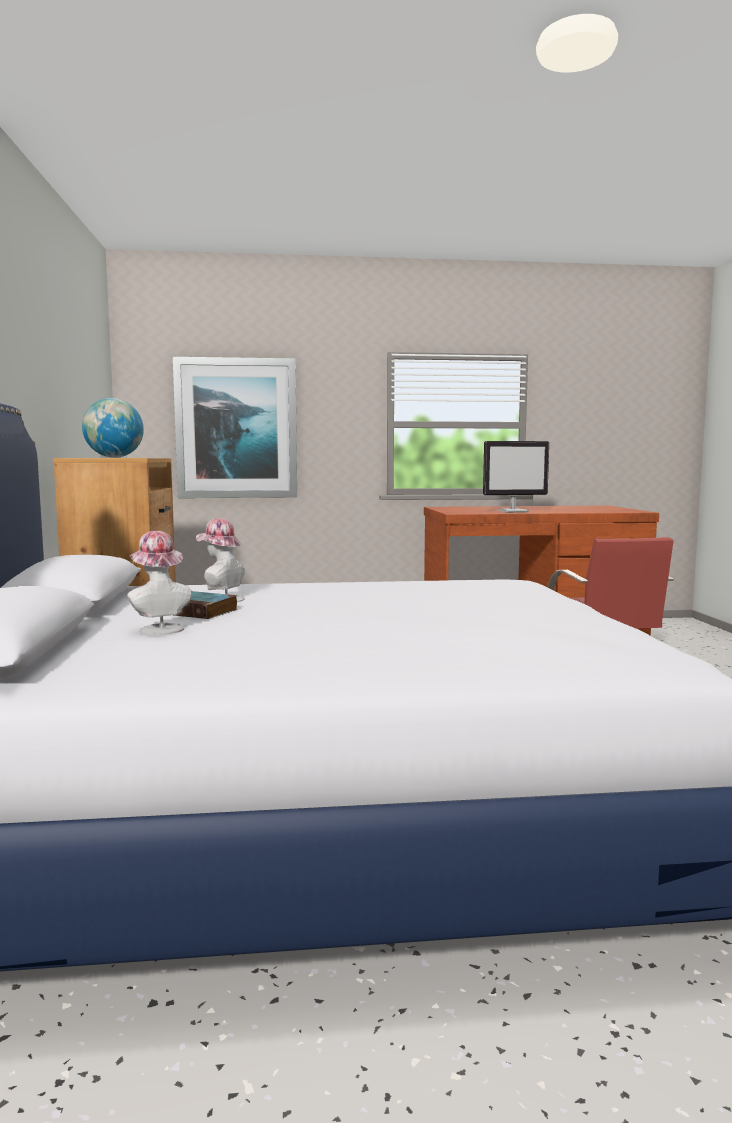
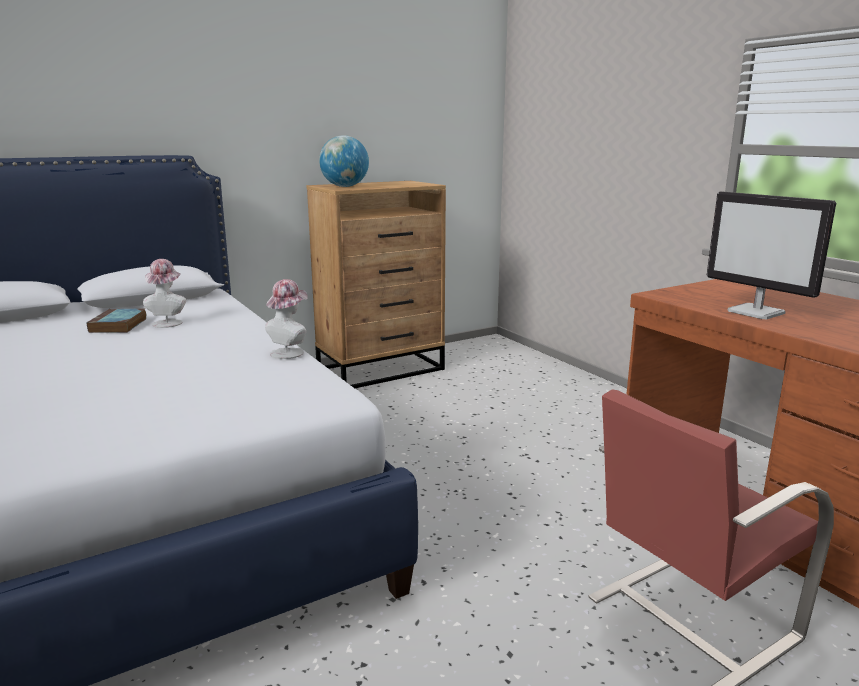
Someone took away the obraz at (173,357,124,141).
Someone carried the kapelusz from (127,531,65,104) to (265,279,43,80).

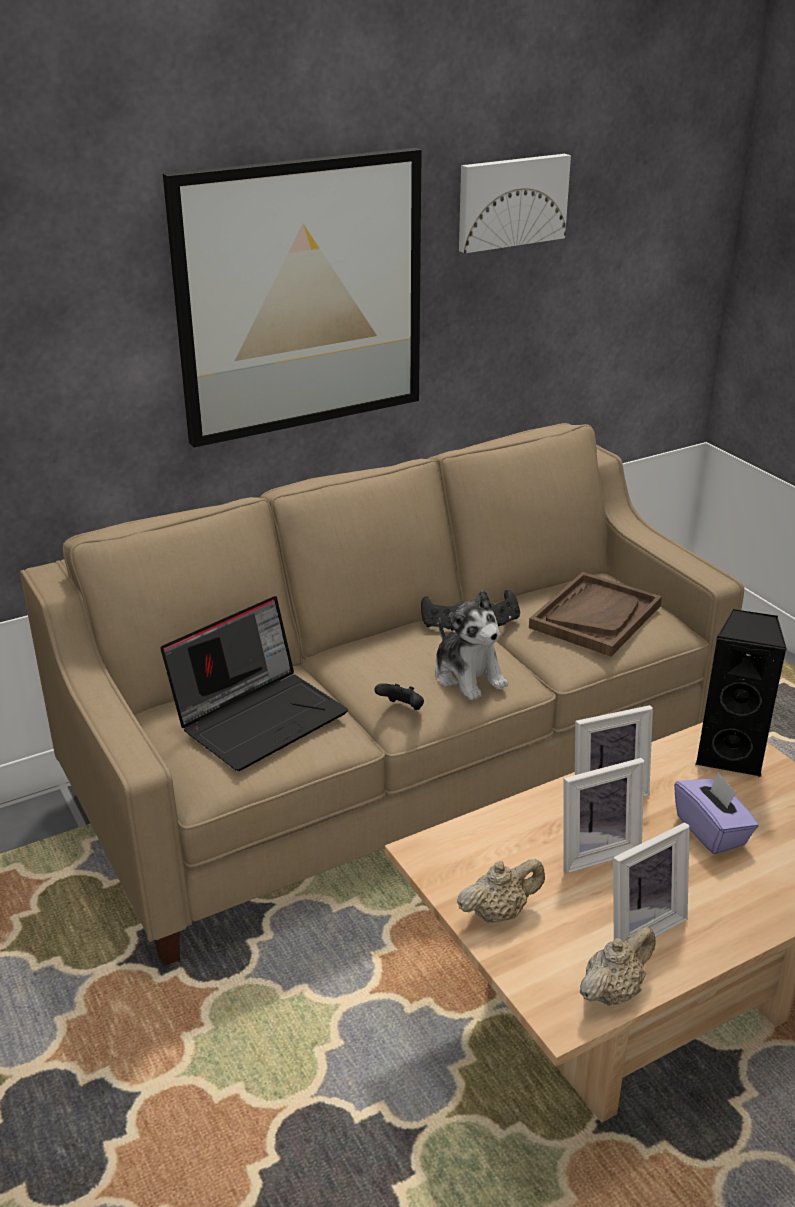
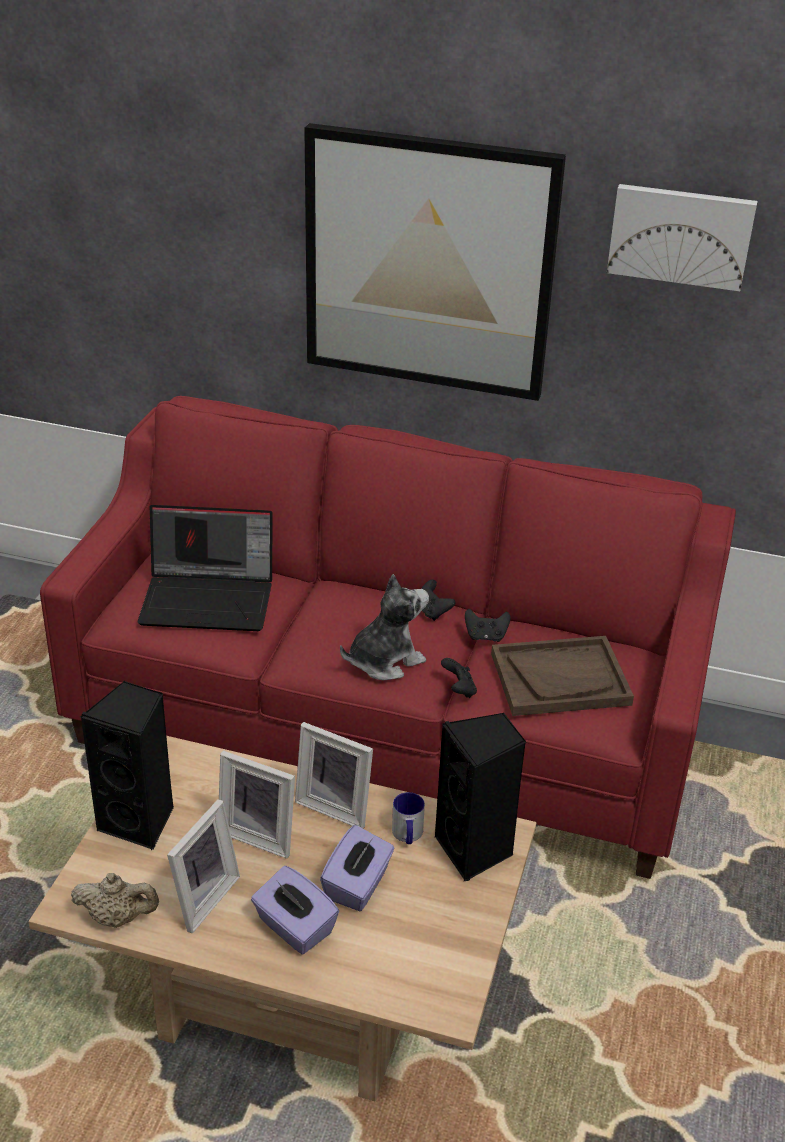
Someone put down the pudełko chusteczek (fioletowy) at (251,866,88,88).
Someone put down the kubek at (392,792,33,52).
Someone carried the pad do gier (czarny) from (374,683,50,27) to (441,658,36,40).
Someone swapped the imbryk (beżowy) at (457,859,88,64) for the głośnik (czarny) at (80,681,94,169).
Someone repainted the kanapa (beżowy) at (20,423,724,543), which became the kanapa (czerwony) at (40,396,696,483).
Someone rotated the pluszak at (435,590,73,110) by 135 degrees counterclockwise.
Someone rotated the ramka na zdjęcie at (613,822,77,120) by 75 degrees counterclockwise.

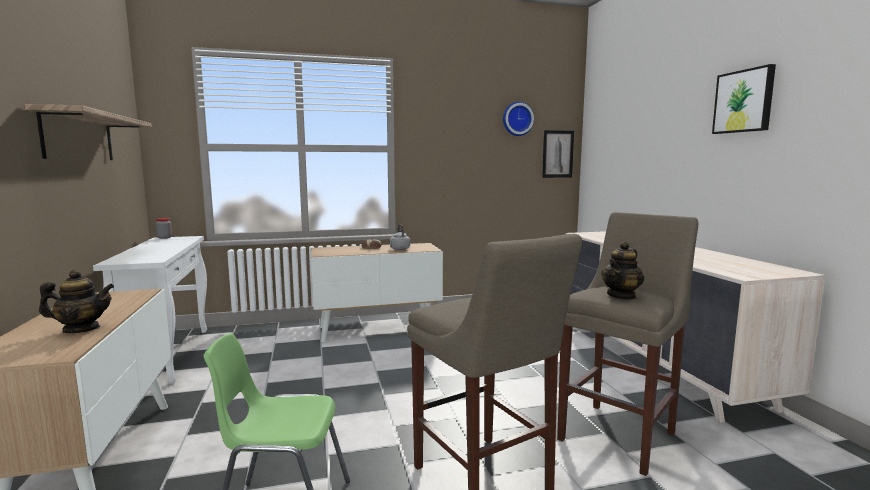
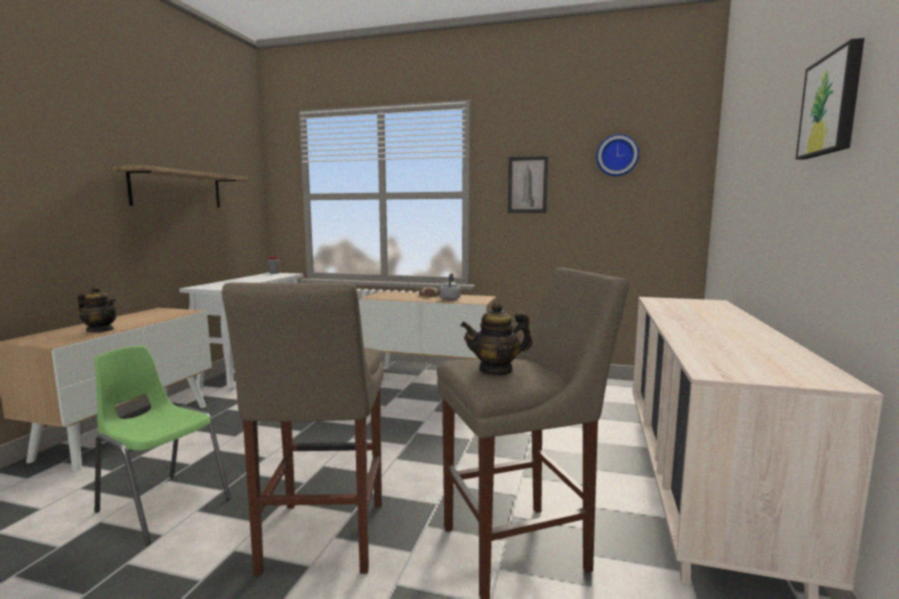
Someone carried the obraz from (542,130,32,48) to (508,156,40,57).

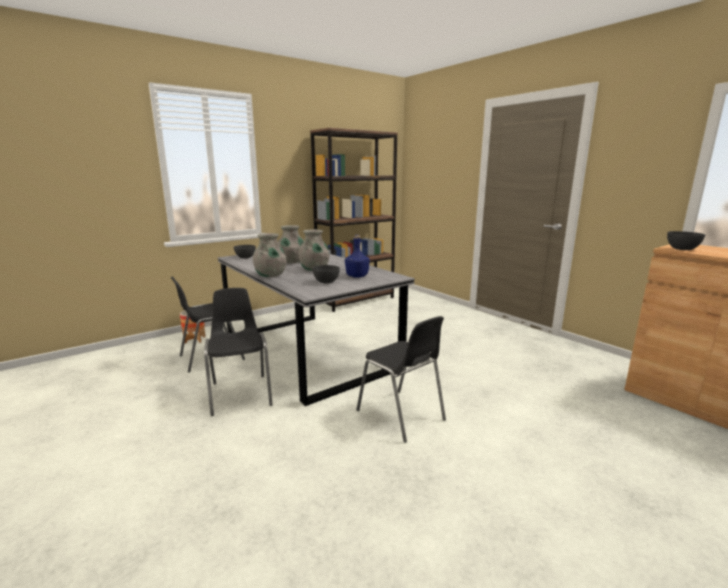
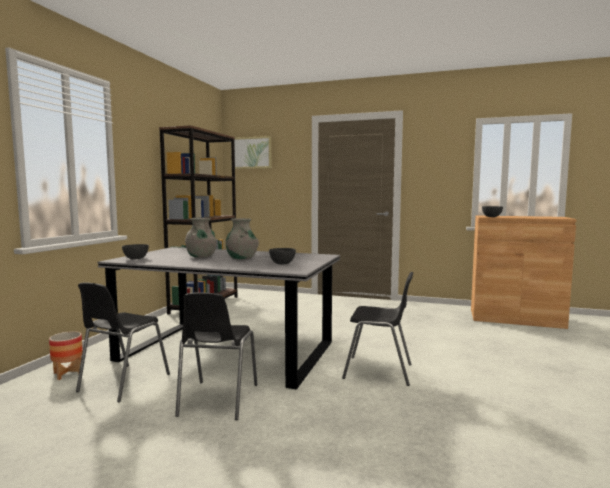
Someone took away the wazon (szary) at (253,233,34,44).
Someone took away the butelka (niebieski) at (345,235,25,43).
Someone put up the obraz at (231,136,41,33).
Someone rotated the krzesło (czarny) at (204,288,69,128) by 120 degrees counterclockwise.

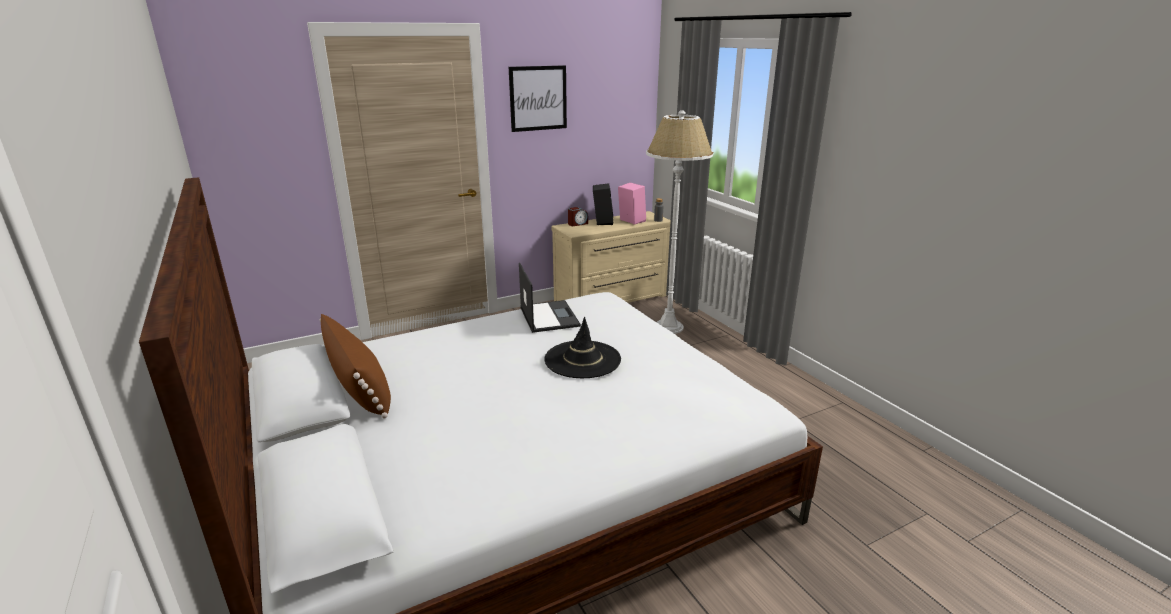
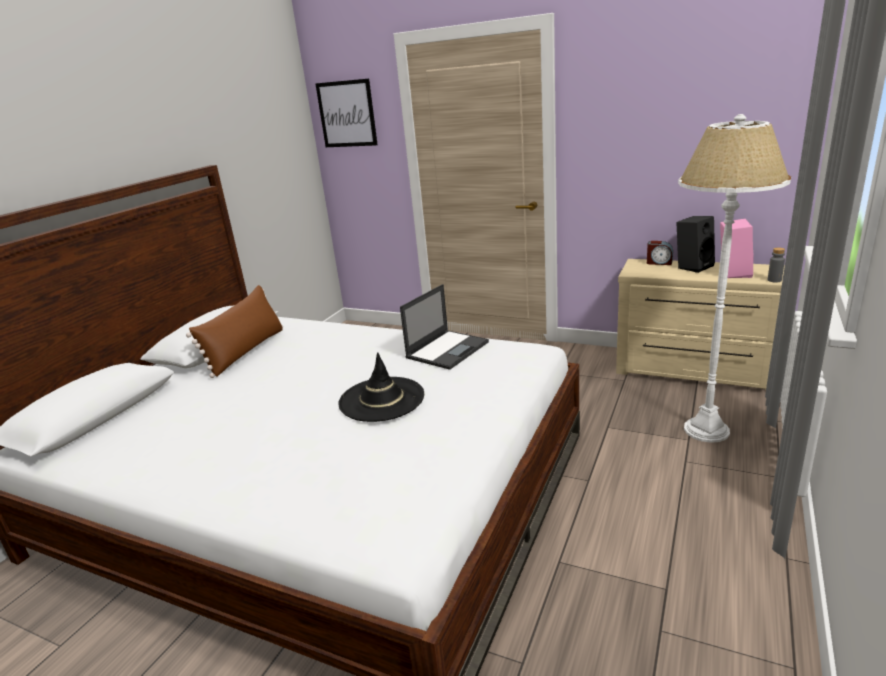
Someone carried the obraz from (509,65,58,67) to (315,79,63,68).

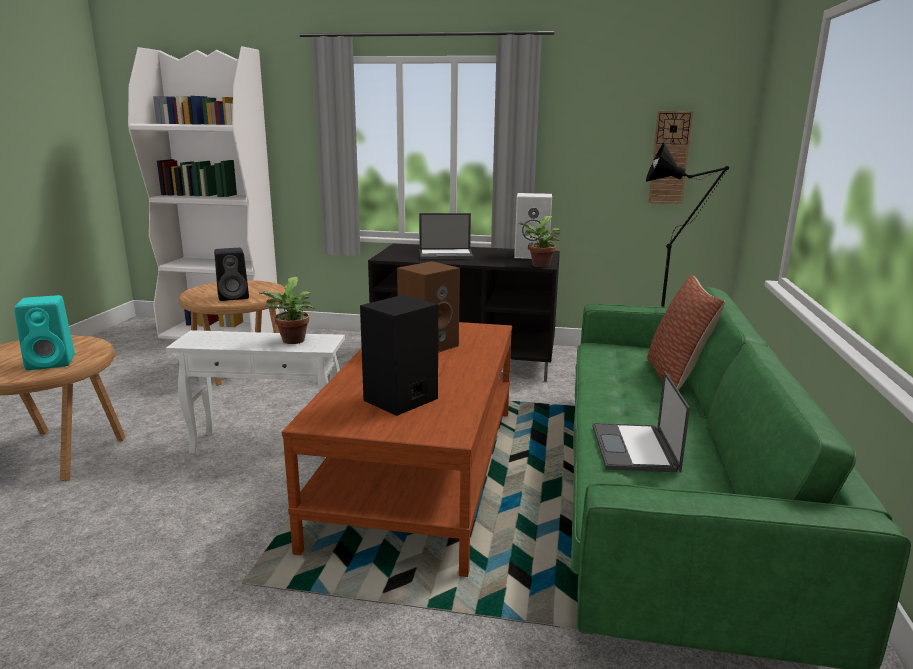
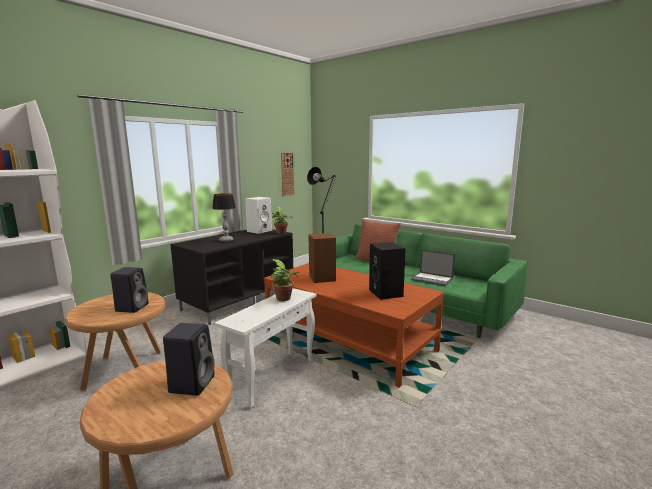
Someone swapped the laptop at (419,213,55,46) for the lampa stołowa at (212,193,24,49).
Someone repainted the głośnik (turkusowy) at (14,295,61,75), which became the głośnik (czarny) at (163,323,52,73).

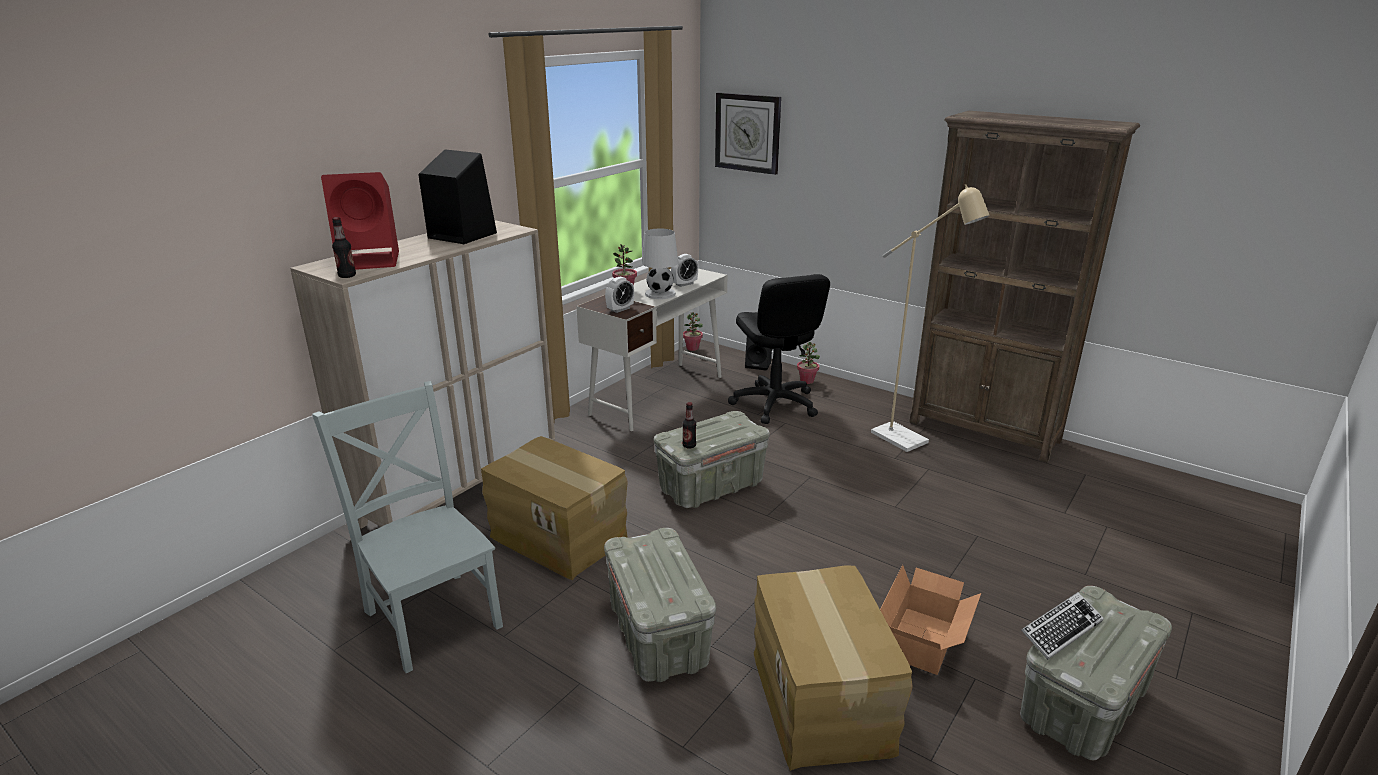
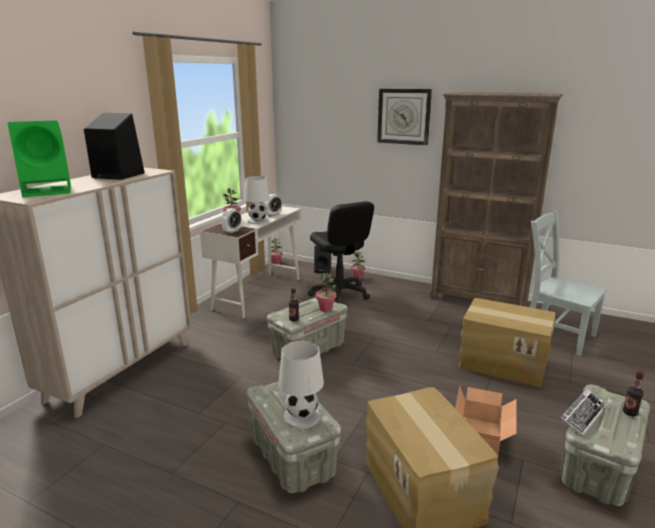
Someone took away the lampa stojąca (beżowy) at (871,184,119,268).
Someone put down the lampa stołowa (biały) at (279,341,45,88).
Someone put down the roślina doniczkowa at (316,273,20,39).
Someone carried the krzesło (szary) from (312,381,191,292) to (530,210,77,146).
Someone carried the butelka from (332,217,24,61) to (623,371,21,45).
Someone carried the karton from (481,436,147,144) to (458,298,97,90).
Someone carried the zegar ścienny from (715,92,66,83) to (377,88,55,57).
Someone repainted the głośnik (czerwony) at (321,172,78,98), which became the głośnik (zielony) at (8,120,63,77).

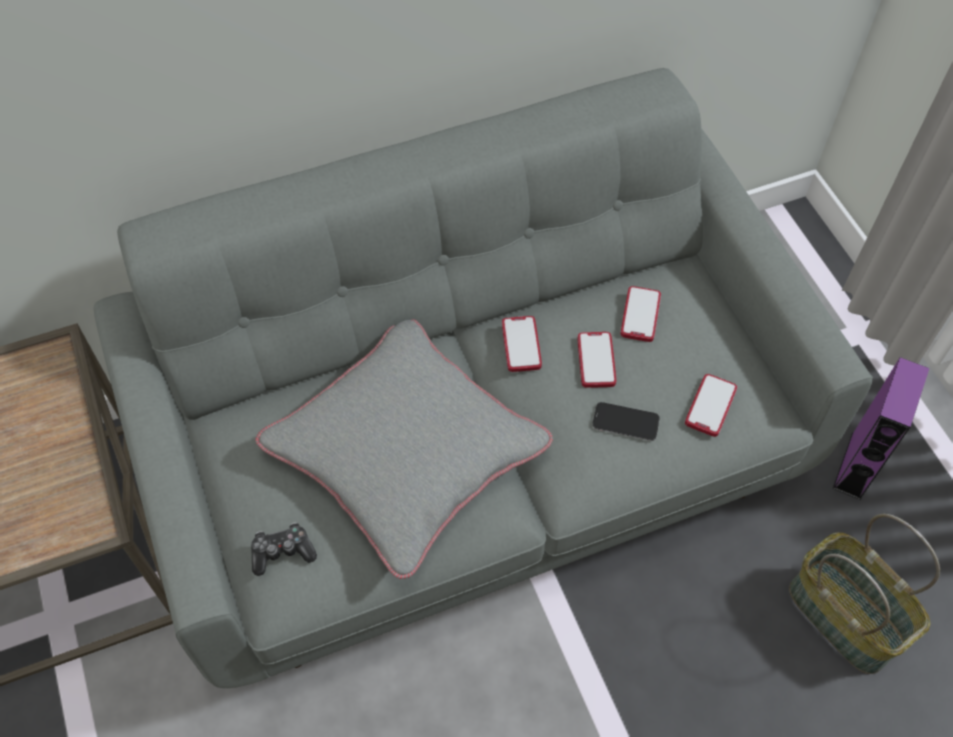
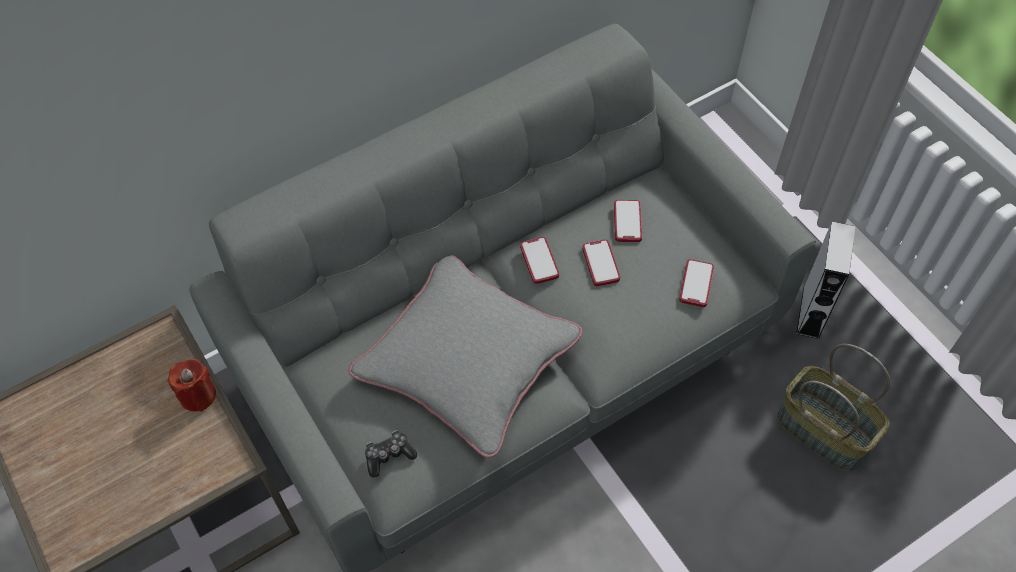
Someone took away the telefon at (592,402,68,39).
Someone put down the świeca (czerwony) at (168,359,48,53).
Someone repainted the głośnik (fioletowy) at (833,357,96,143), which became the głośnik (szary) at (796,221,59,118).

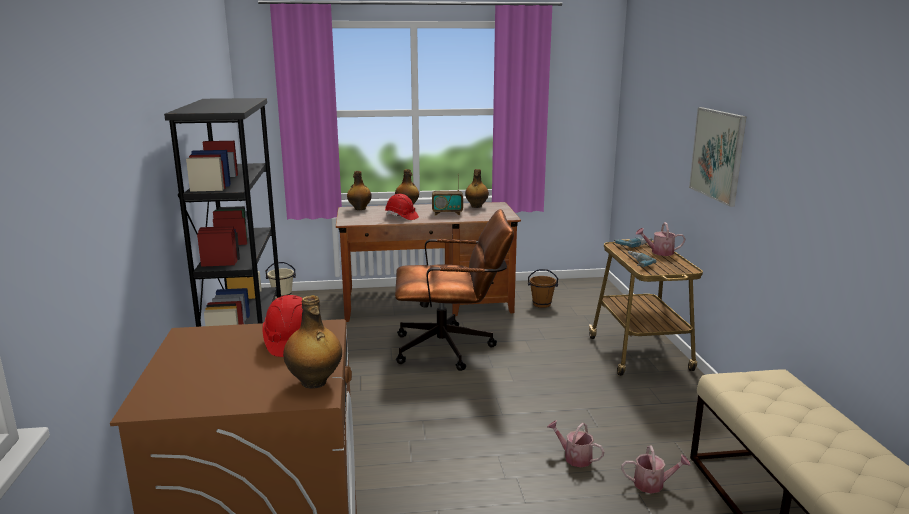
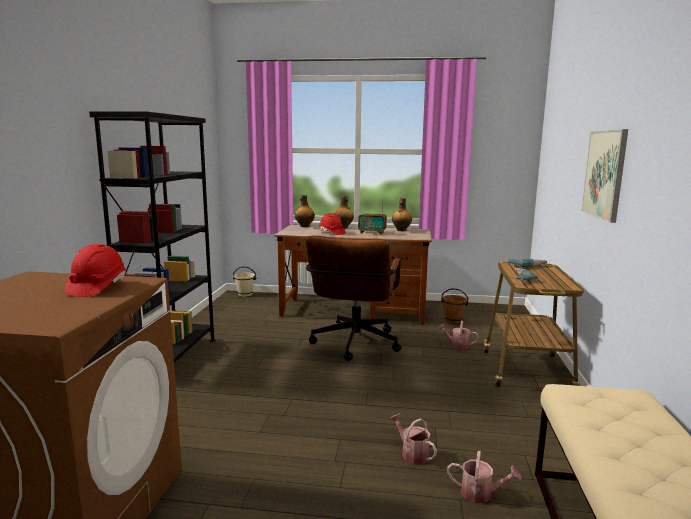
Someone took away the butelka at (283,295,59,94).
Someone carried the konewka from (636,222,50,34) to (437,321,42,28).
Someone rotated the krzesło biurowe (brązowy) at (395,209,119,162) by 90 degrees clockwise.

